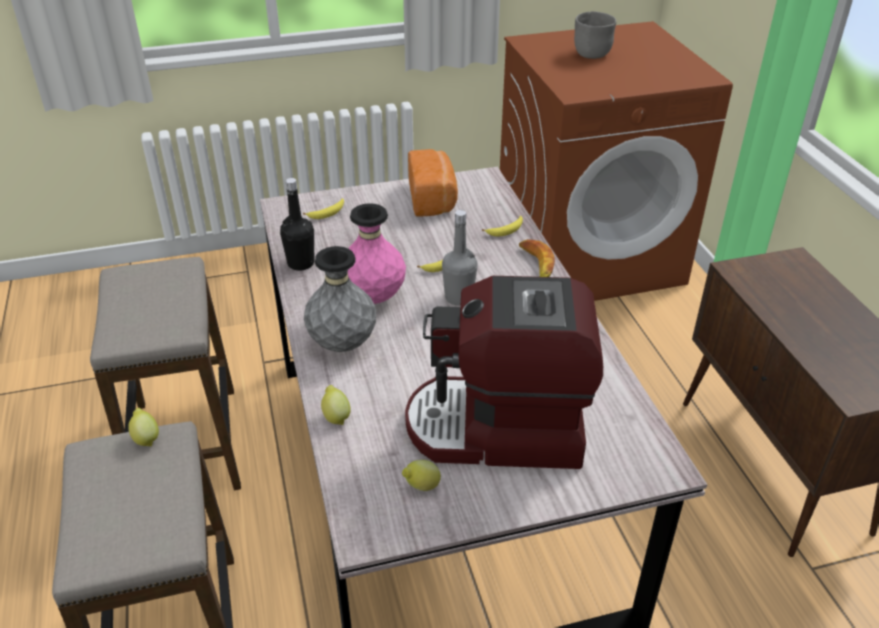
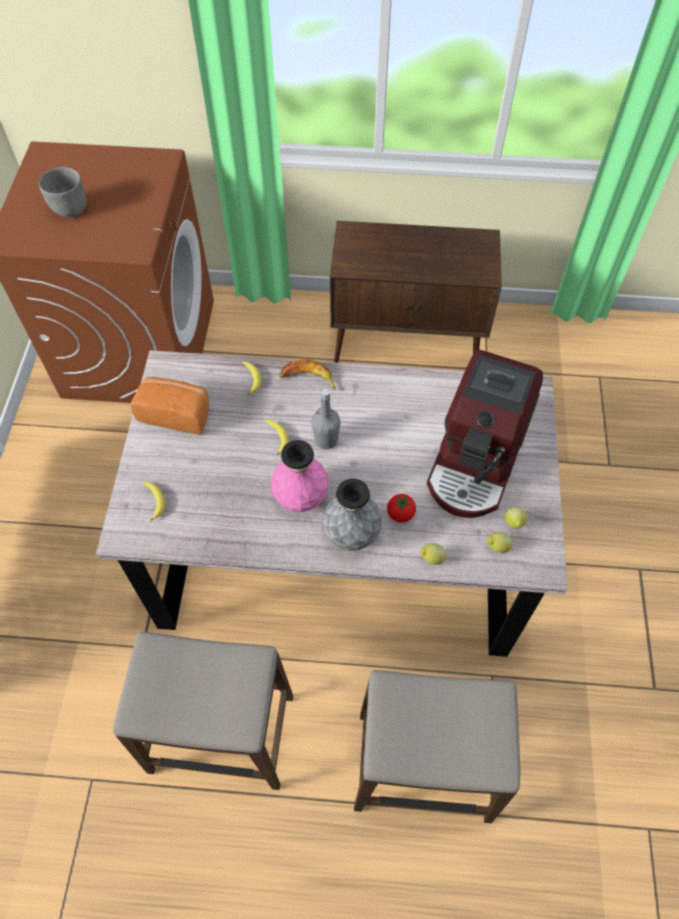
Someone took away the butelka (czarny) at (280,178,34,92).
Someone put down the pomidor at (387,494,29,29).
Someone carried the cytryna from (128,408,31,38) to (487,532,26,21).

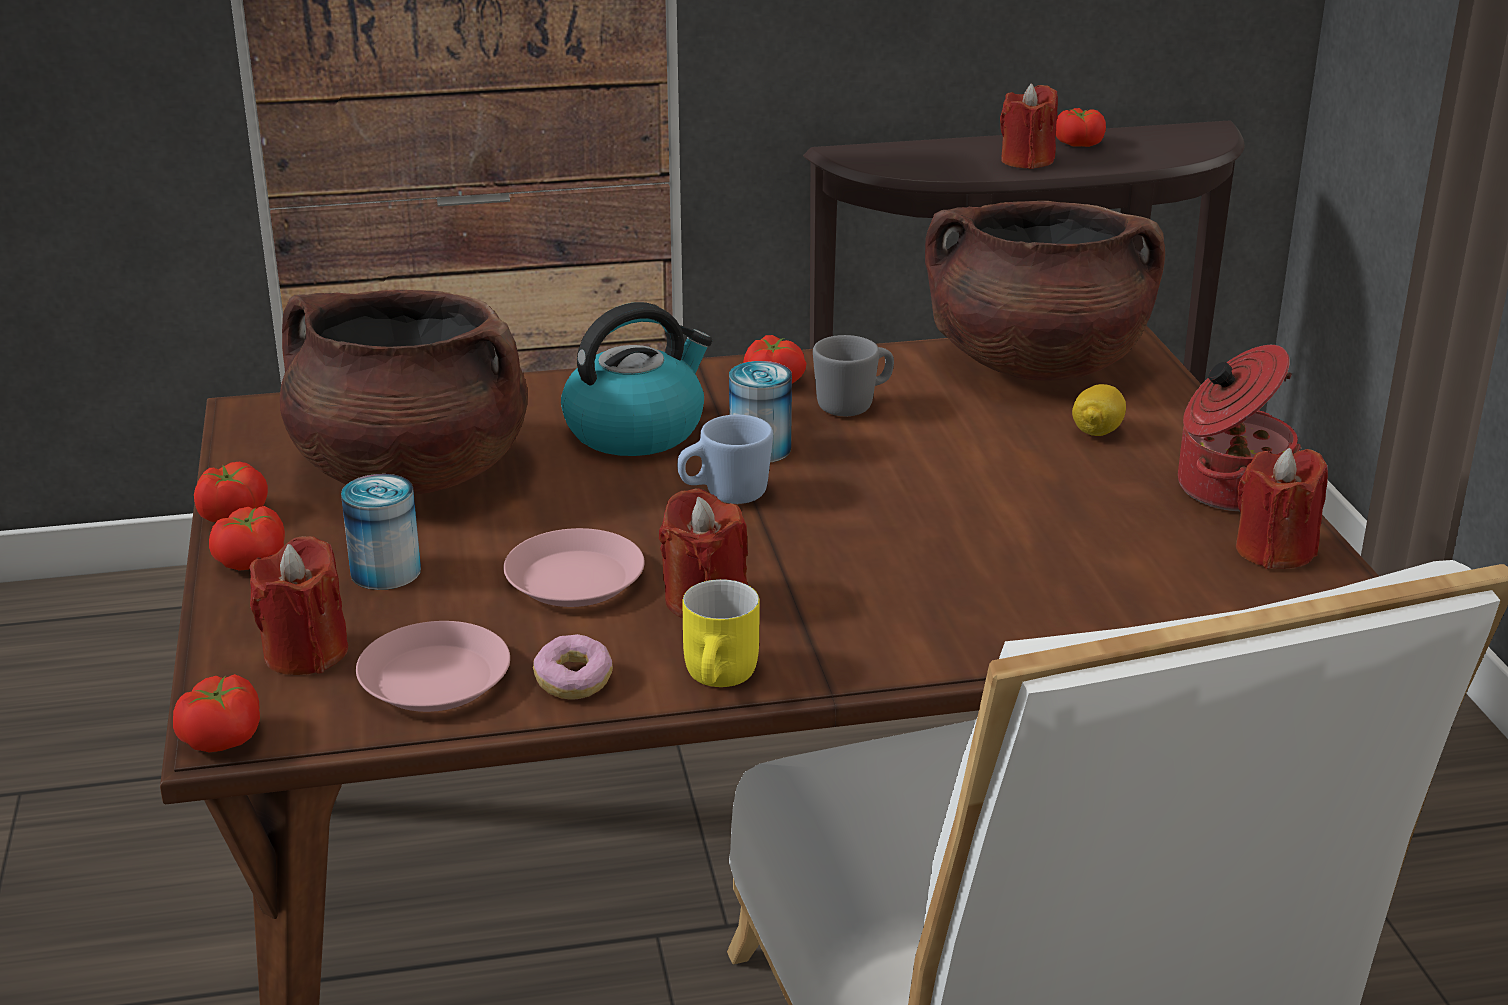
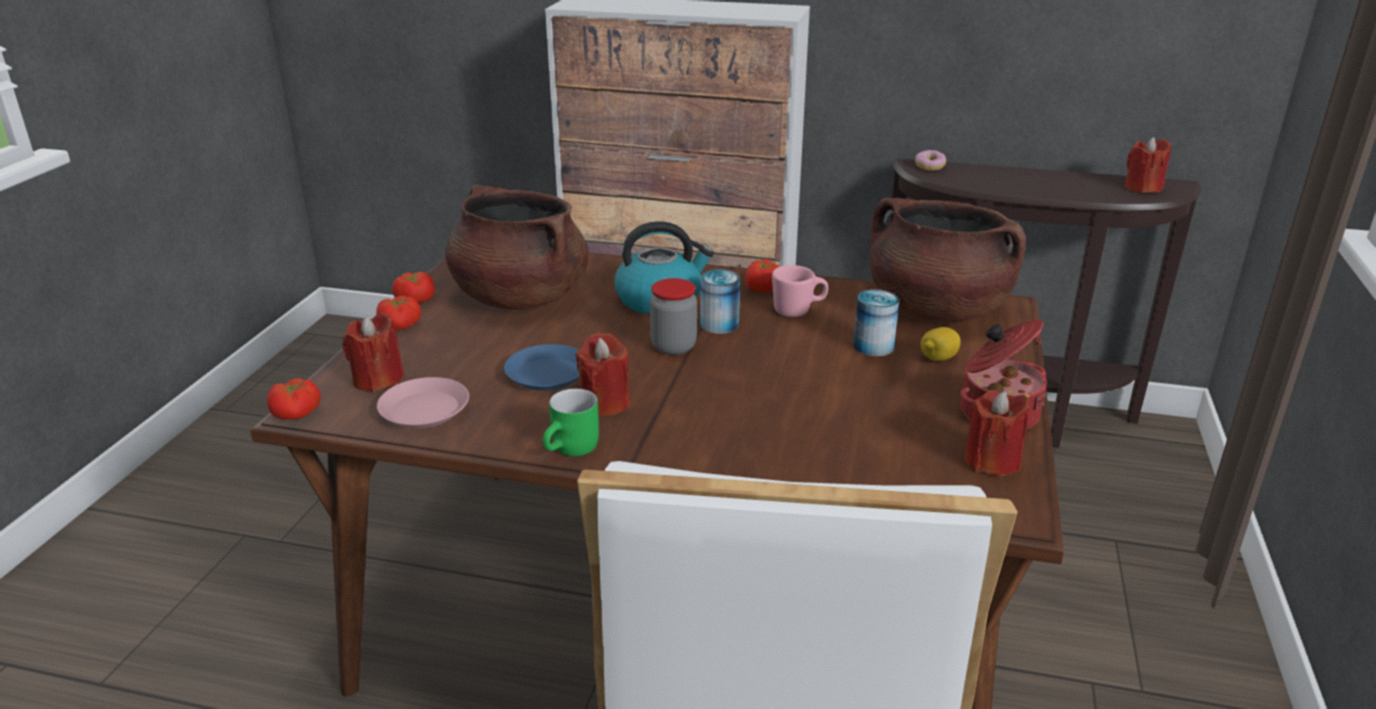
Someone took away the pomidor at (1056,108,50,39).
Someone carried the puszka from (341,474,80,116) to (853,289,46,68).
Someone carried the donut from (533,634,80,66) to (915,150,31,21).
Someone carried the świeca (czerwony) from (1000,84,58,85) to (1125,137,46,56).
Someone swapped the kubek (niebieski) at (677,415,96,89) for the słoik at (650,278,47,77).
Someone repainted the talerz (różowy) at (503,528,142,79), which became the talerz (niebieski) at (504,344,75,46).
Someone repainted the kubek (żółty) at (682,579,78,108), which became the kubek (zielony) at (543,389,56,67).
Someone repainted the kubek (szary) at (813,335,81,81), which became the kubek (różowy) at (772,265,56,52).

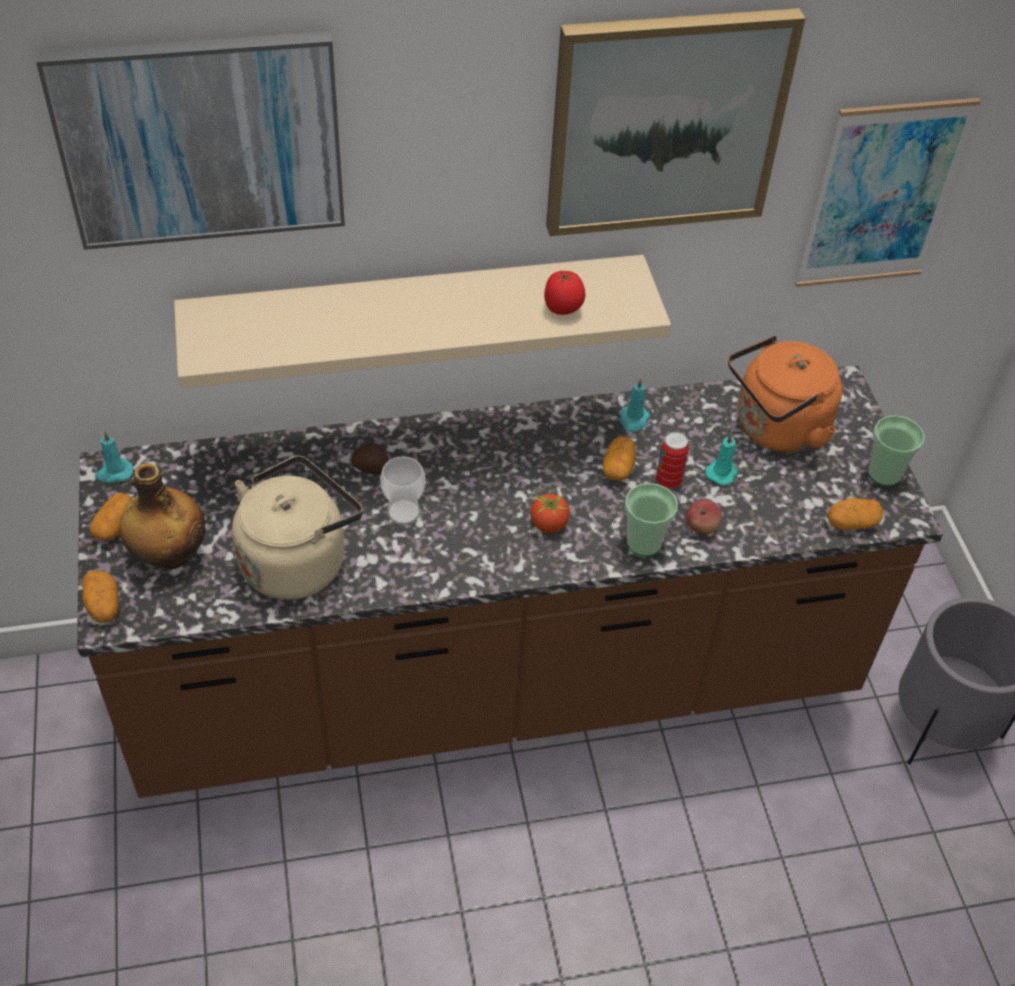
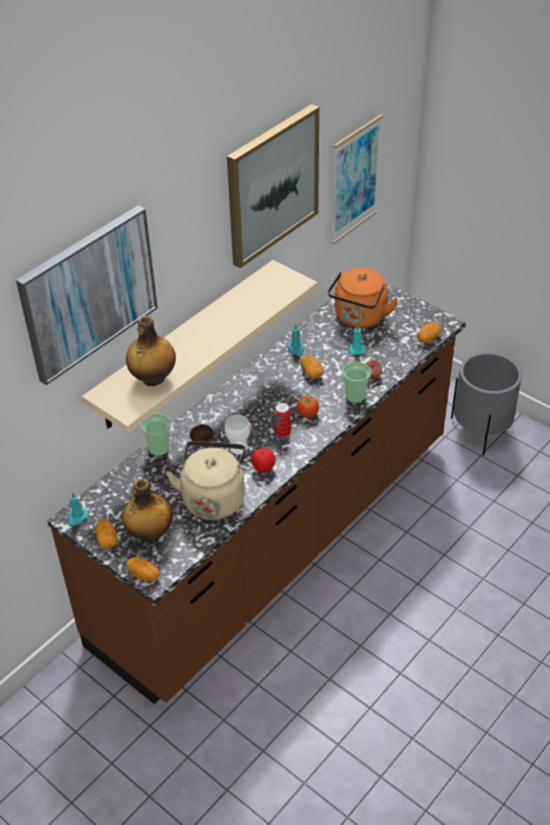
Someone put down the butelka at (126,316,50,70).
Someone carried the pomidor from (544,271,42,44) to (251,448,25,25).
Someone carried the puszka from (656,432,33,57) to (274,403,17,34).
Someone carried the filiżanka from (868,415,57,71) to (141,413,30,43).

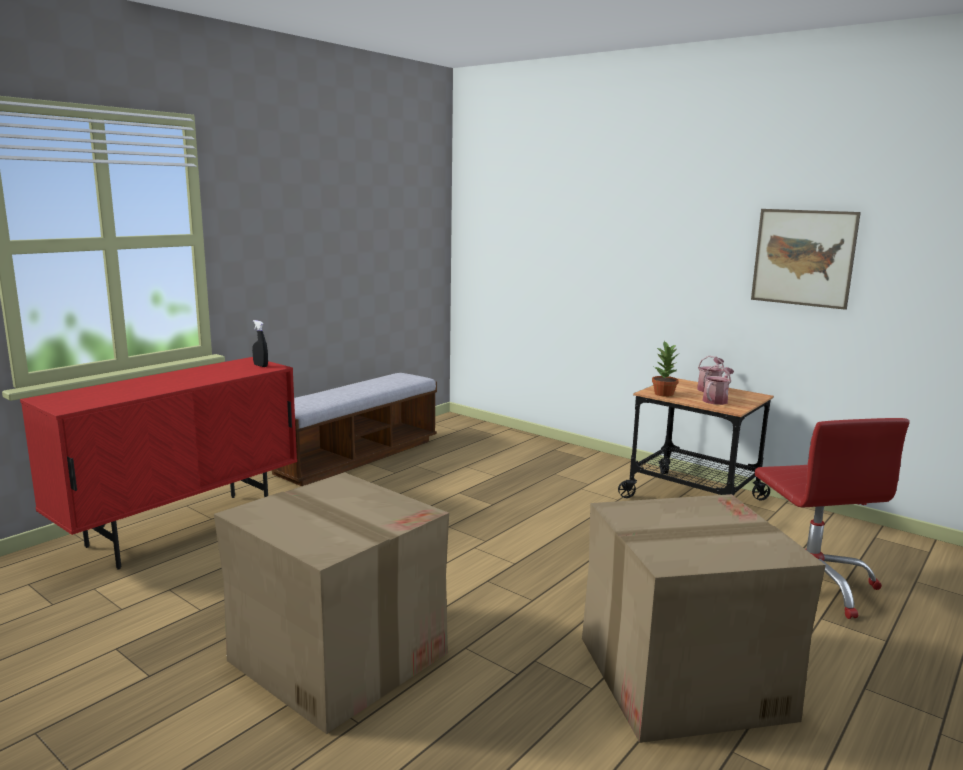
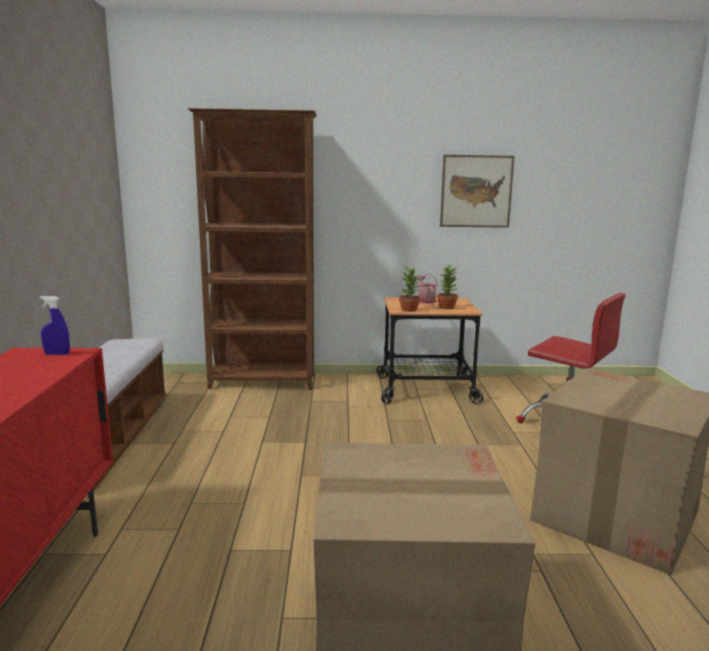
Someone put down the regał (brązowy) at (188,108,129,282).
Someone swapped the konewka at (702,365,32,40) for the roślina doniczkowa at (437,265,21,44).
Someone repainted the spryskiwacz (czarny) at (252,320,16,47), which became the spryskiwacz (niebieski) at (40,296,30,59).

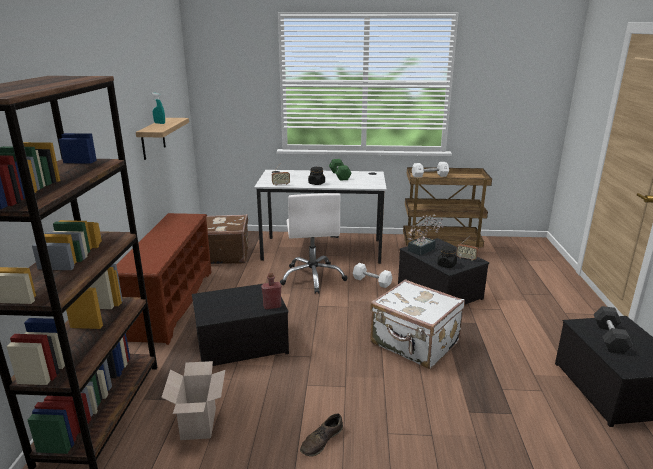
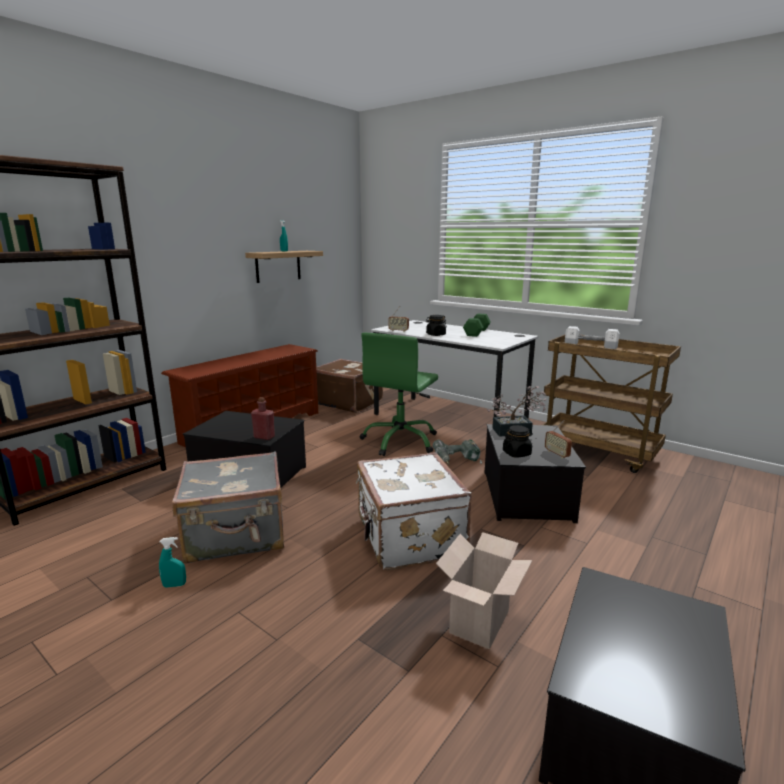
Someone took away the hantel (czarny) at (594,306,39,48).
Someone put down the walizka (szary) at (172,451,112,113).
Someone carried the karton from (161,361,64,79) to (436,532,96,117).
Someone swapped the but (brązowy) at (300,413,43,44) for the spryskiwacz (turkusowy) at (159,537,27,51).
Someone swapped the hantel (biały) at (353,263,39,25) for the wiertarka at (433,440,49,24).
Someone repainted the krzesło biurowe (biały) at (280,193,68,101), which became the krzesło biurowe (zielony) at (360,333,78,123).

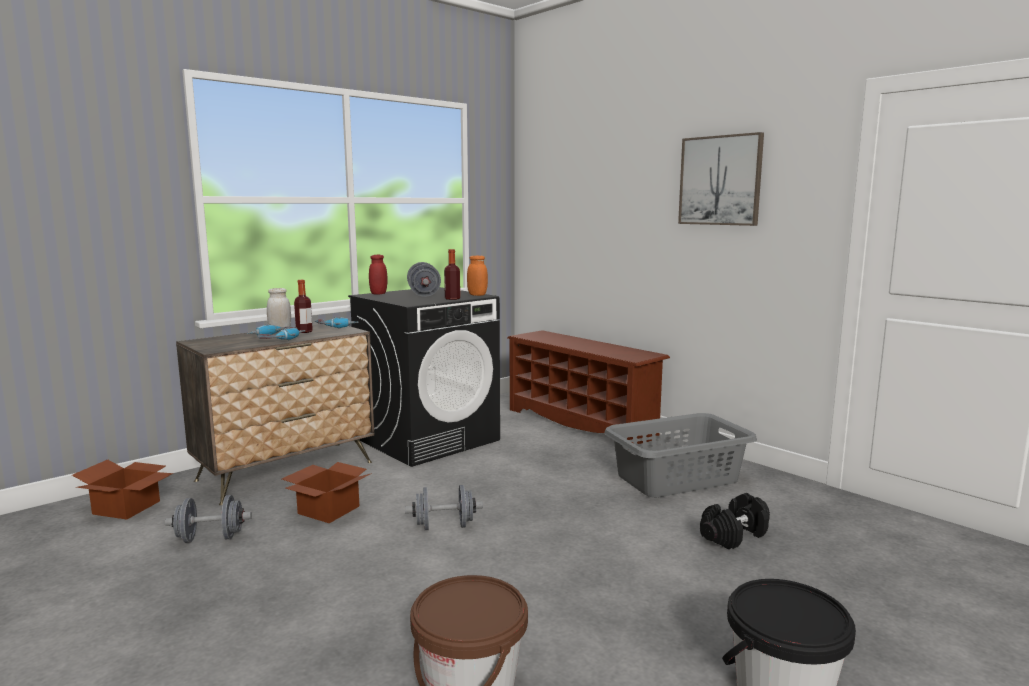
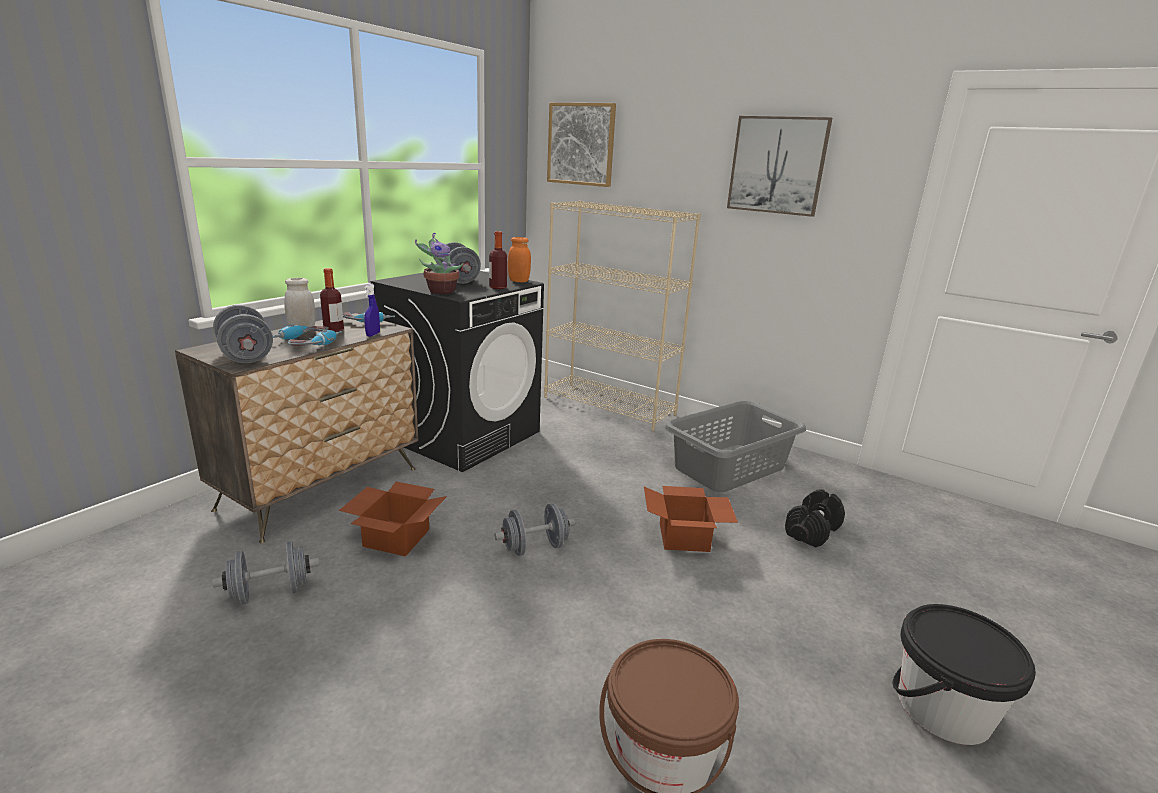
Someone took away the słoik (czerwony) at (369,255,19,40).
Someone put down the hantel (szary) at (213,305,60,58).
Someone put down the spryskiwacz (niebieski) at (364,284,16,53).
Someone put down the roślina doniczkowa at (415,233,49,61).
Someone put up the obraz at (547,103,69,84).
Someone carried the karton from (72,459,101,60) to (644,486,94,66).
Someone swapped the regał na buty (brązowy) at (507,330,163,120) for the regał (beżowy) at (544,201,157,230).

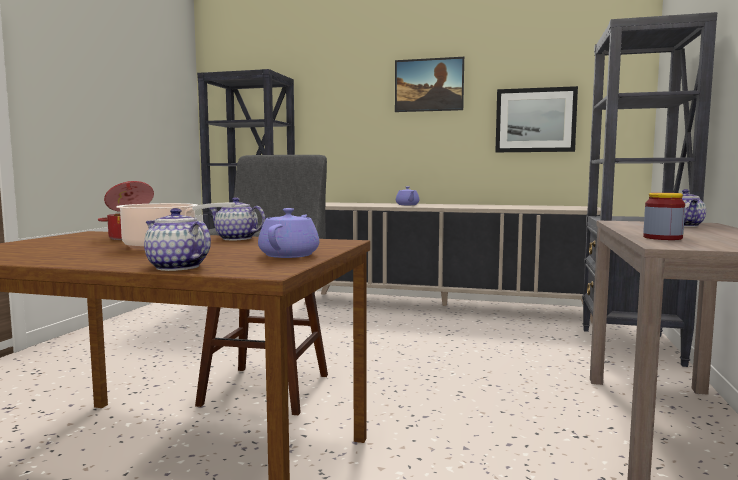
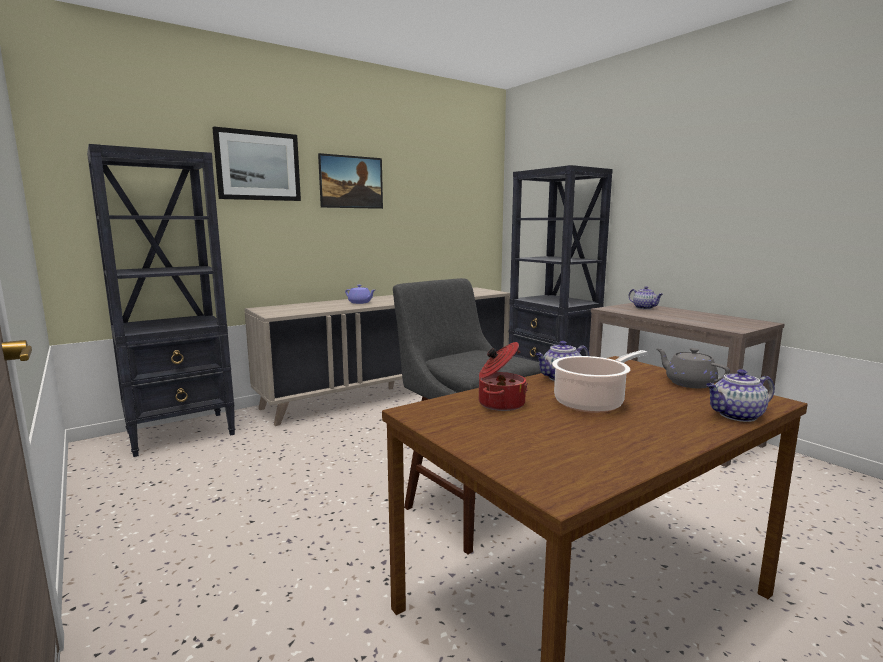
Someone took away the słoik at (643,193,42,47).
Someone carried the obraz from (495,86,83,66) to (212,126,89,75).
Someone repainted the imbryk (fioletowy) at (258,208,61,50), which became the imbryk (szary) at (656,348,74,41).

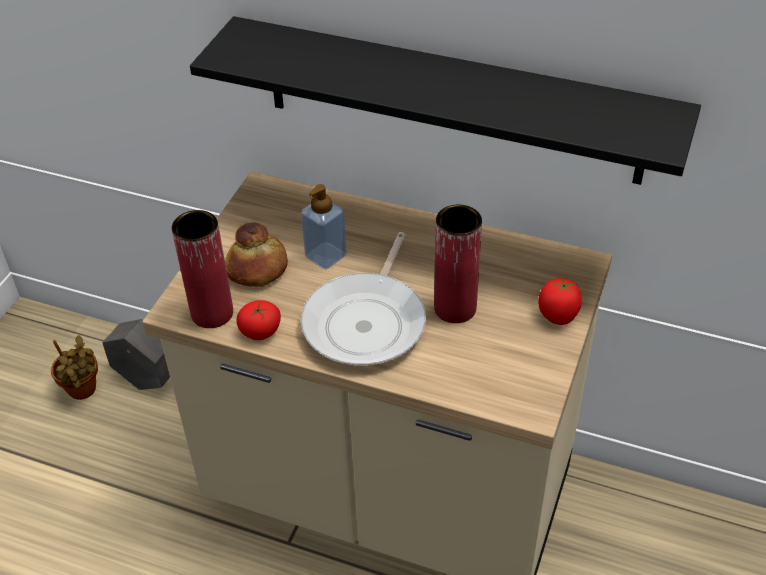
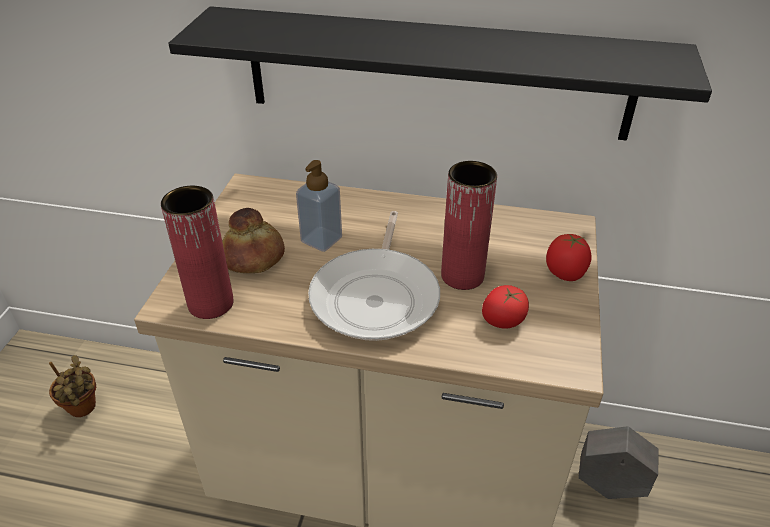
Someone carried the donica (szary) from (102,319,68,71) to (578,426,81,73).
Someone carried the pomidor from (236,300,45,40) to (482,285,47,44).

